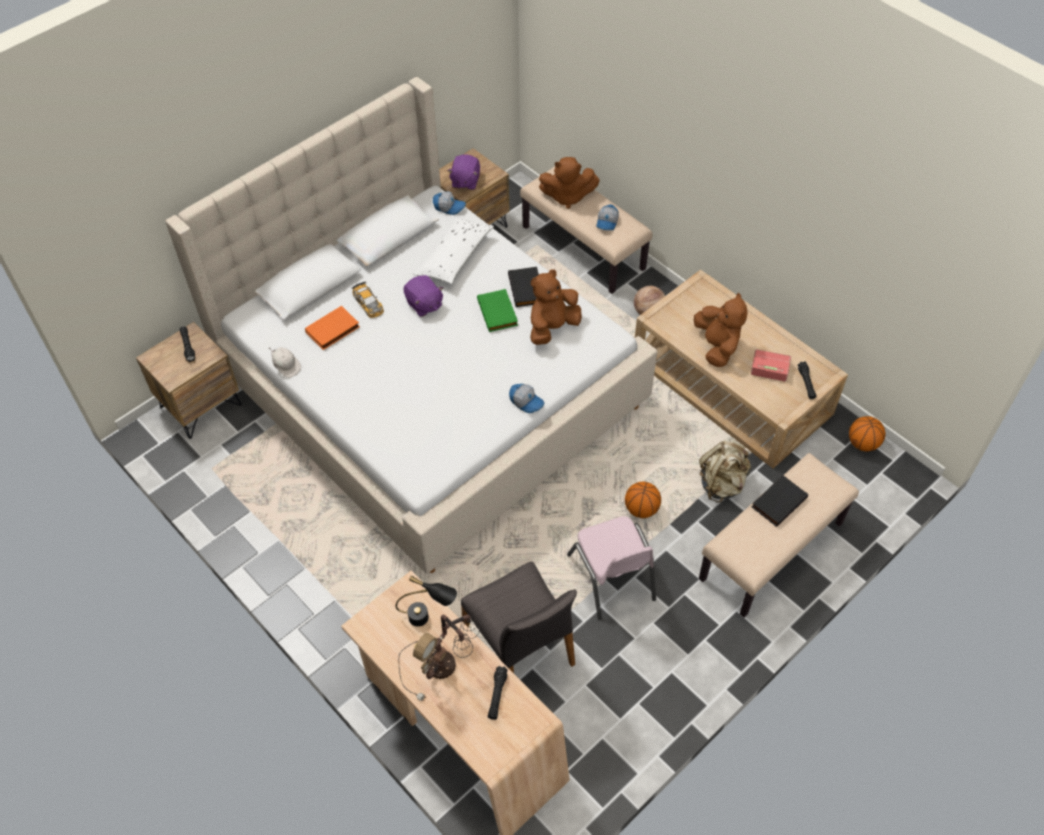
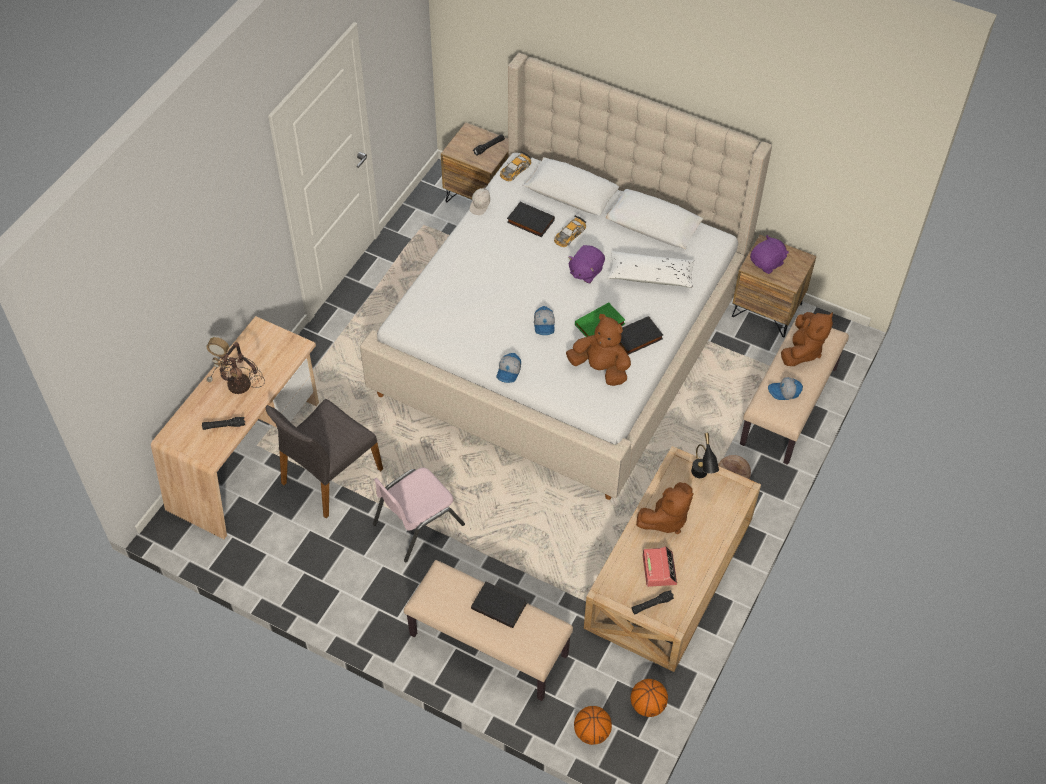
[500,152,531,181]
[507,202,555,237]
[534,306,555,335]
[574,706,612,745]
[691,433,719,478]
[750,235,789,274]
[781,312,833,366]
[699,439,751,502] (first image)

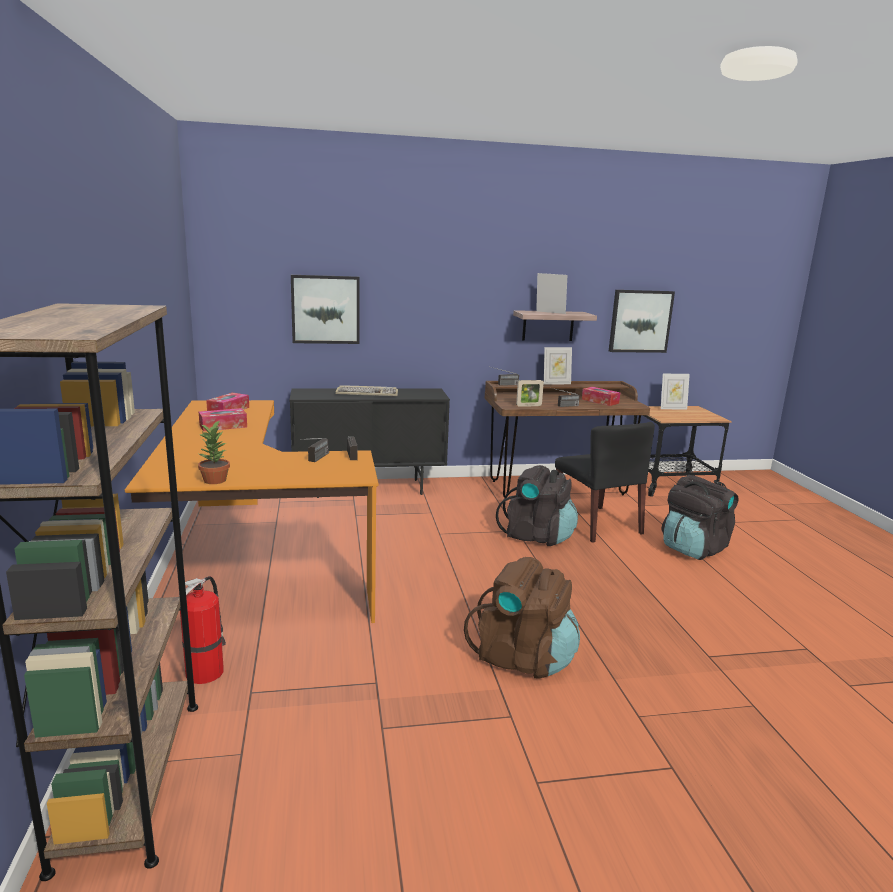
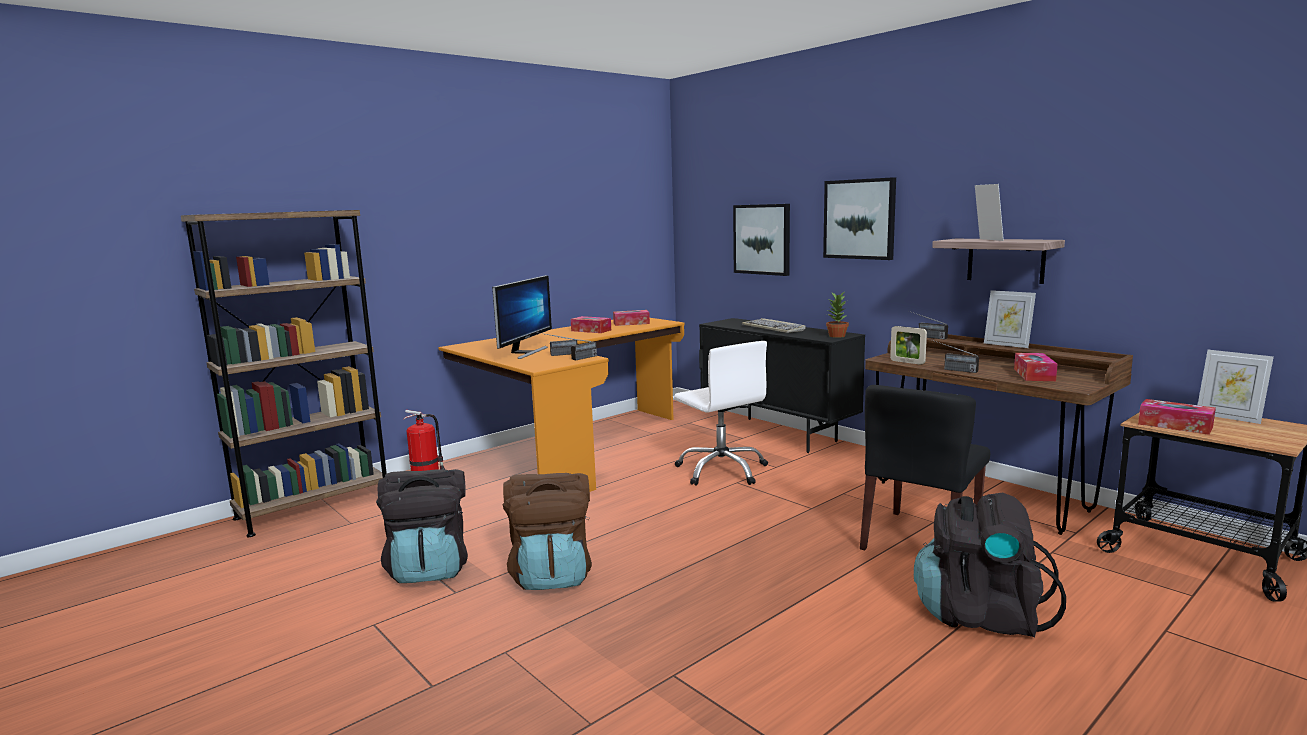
[376,469,468,583]
[492,275,552,359]
[674,341,768,485]
[823,177,896,260]
[826,292,849,338]
[1138,399,1216,435]

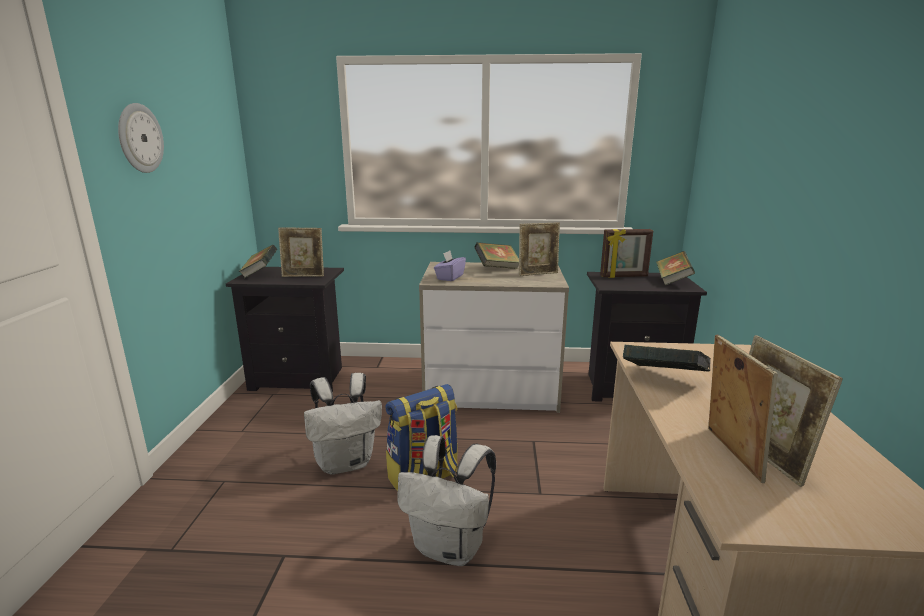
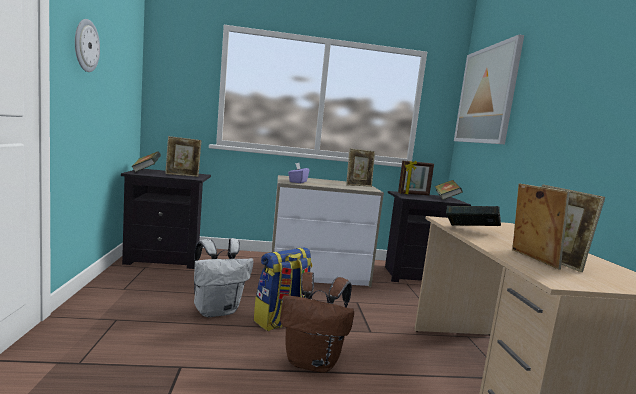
[280,272,354,373]
[454,35,524,144]
[474,242,519,269] (first image)

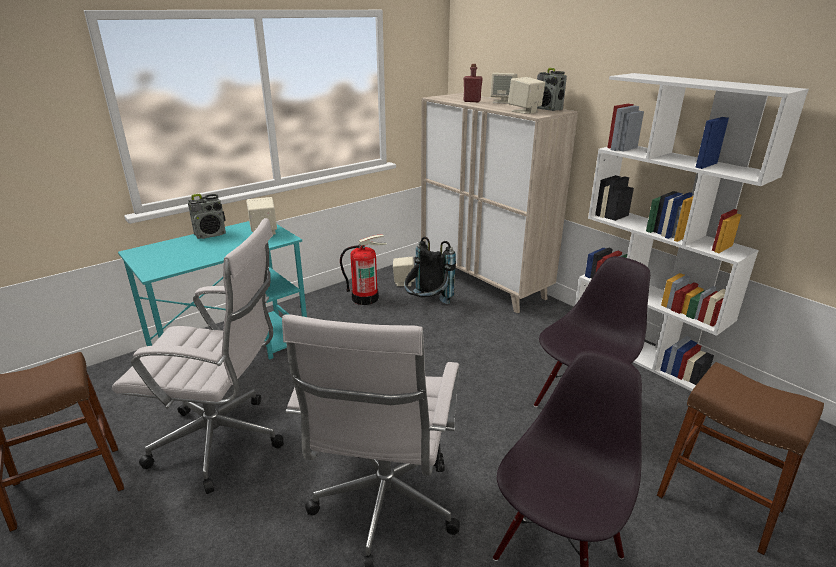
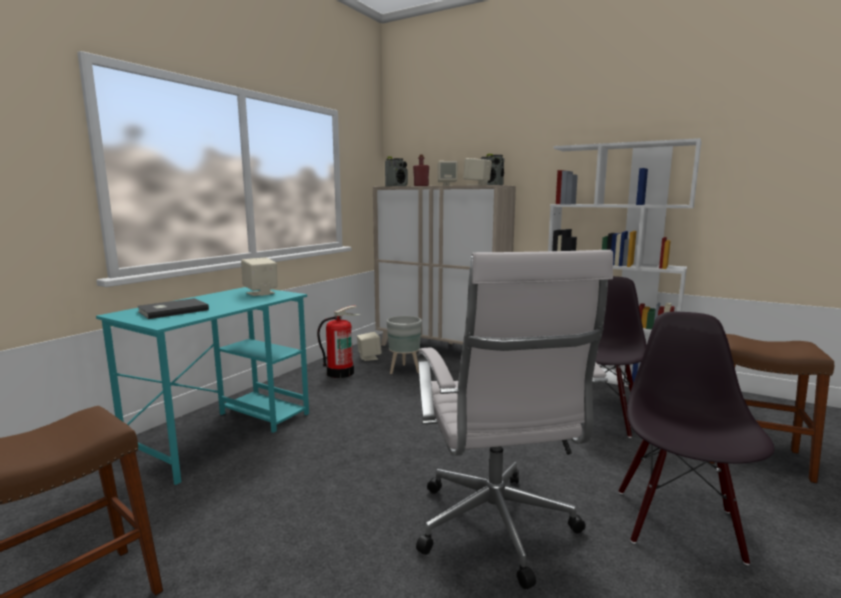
[137,298,209,319]
[385,156,408,186]
[387,316,422,374]
[112,218,284,494] (first image)

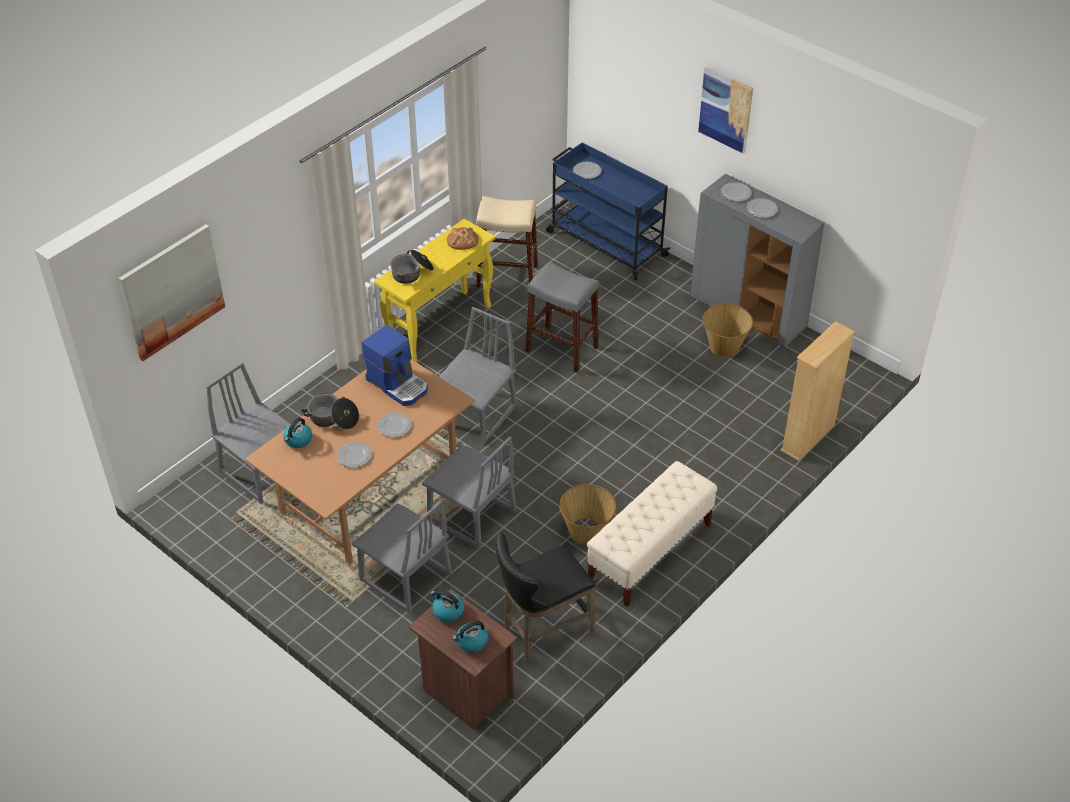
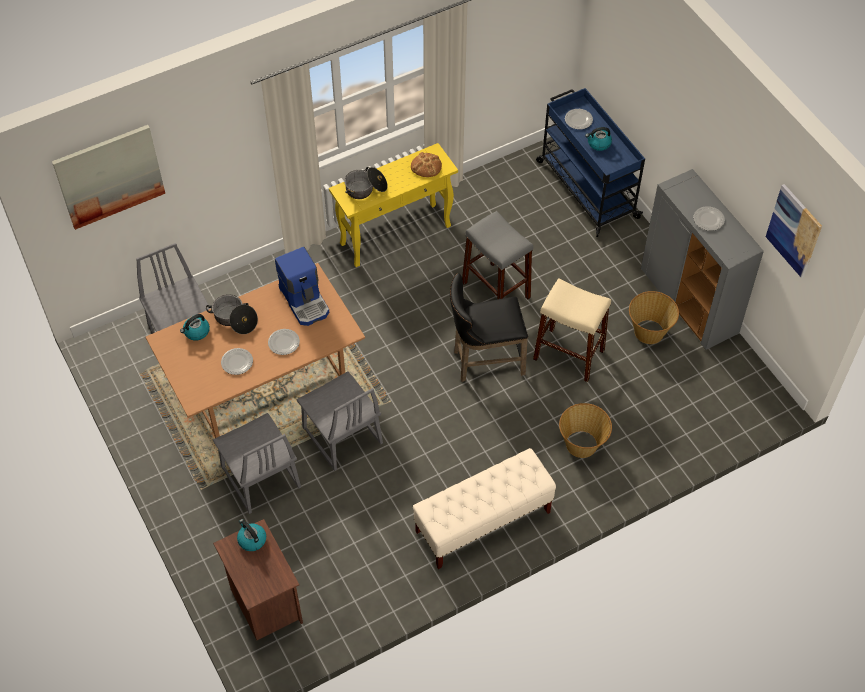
[450,273,528,382]
[533,278,611,382]
[559,403,612,458]
[585,127,612,151]
[766,184,822,278]
[439,307,517,444] (first image)
[721,182,752,201] (first image)
[780,321,855,461] (first image)

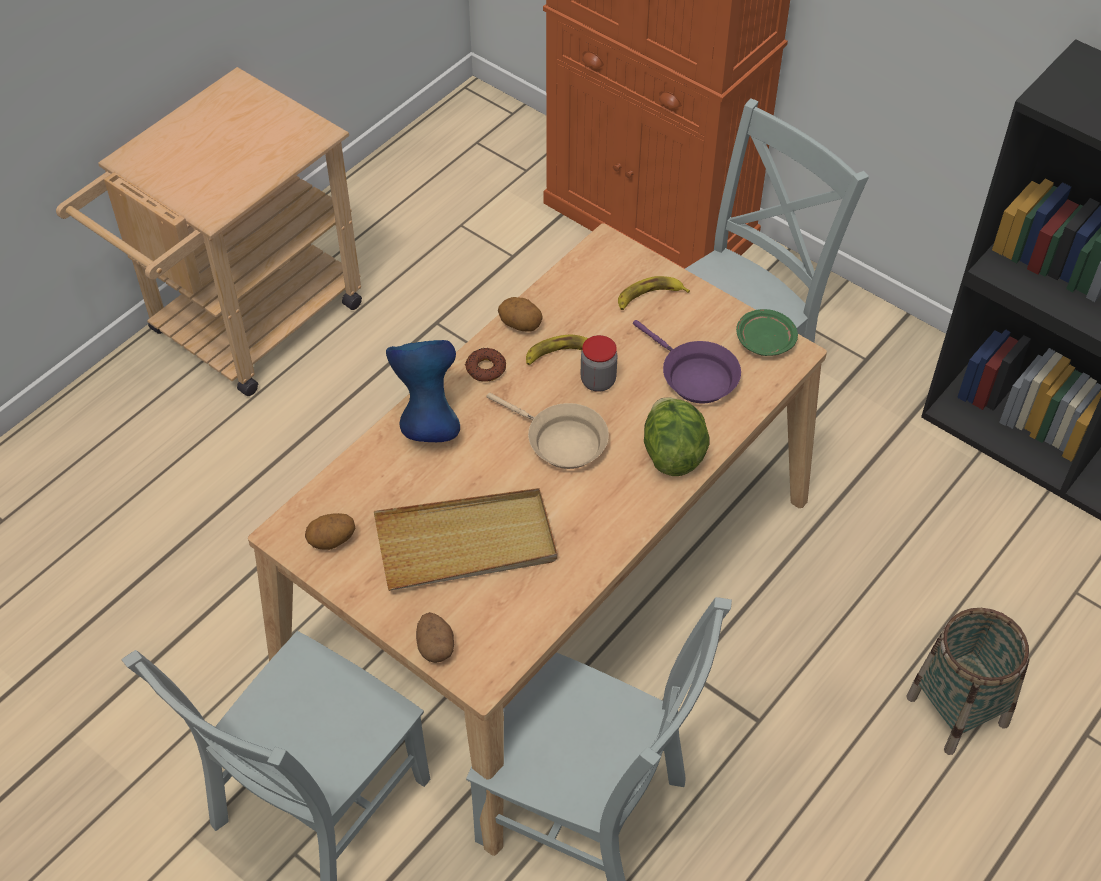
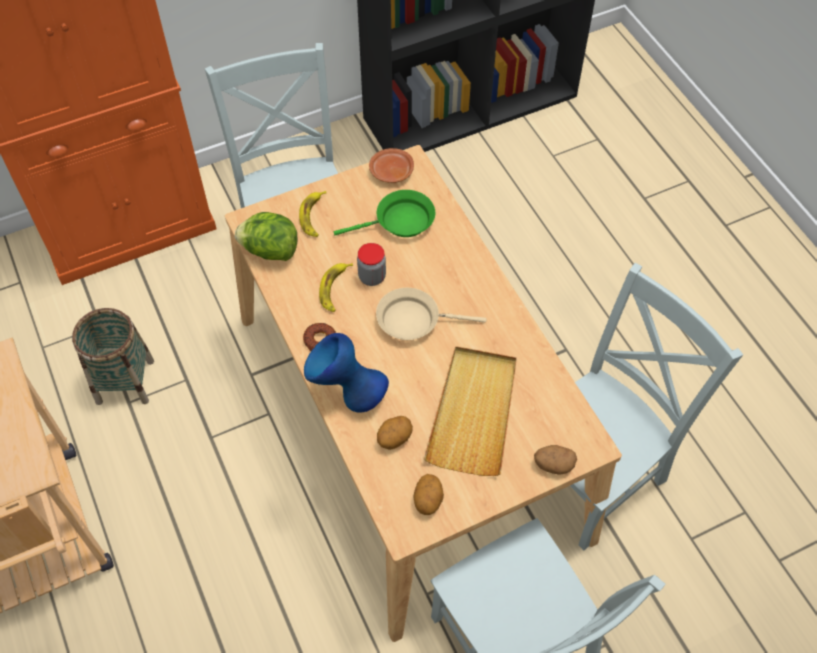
[72,308,154,405]
[235,212,297,261]
[334,190,435,237]
[369,148,414,183]
[376,288,486,340]
[377,416,413,450]

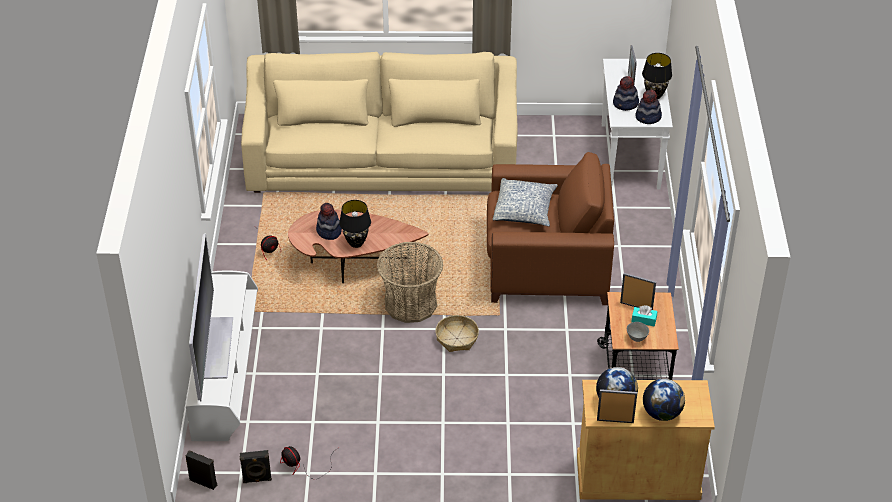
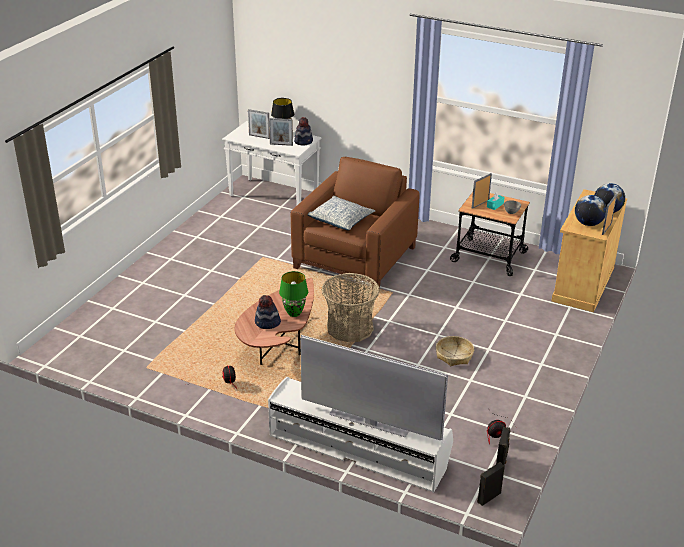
[269,118,293,146]
[279,271,308,317]
[436,336,474,366]
[241,52,518,193] (first image)

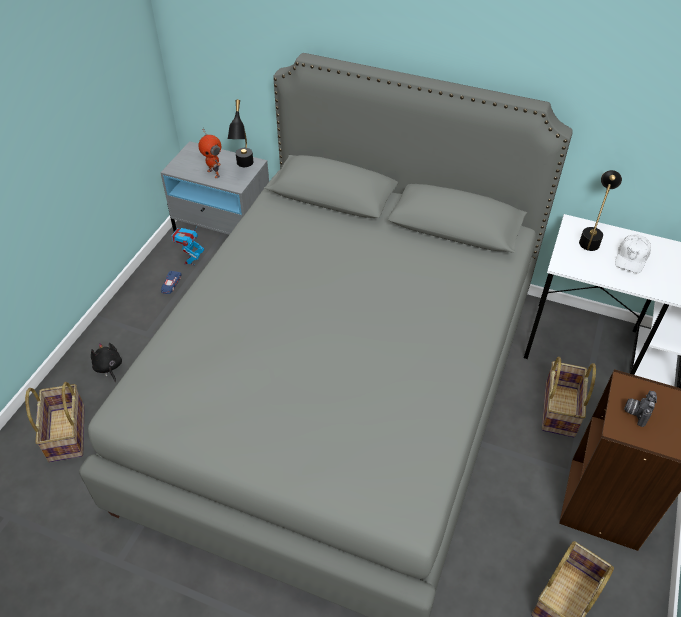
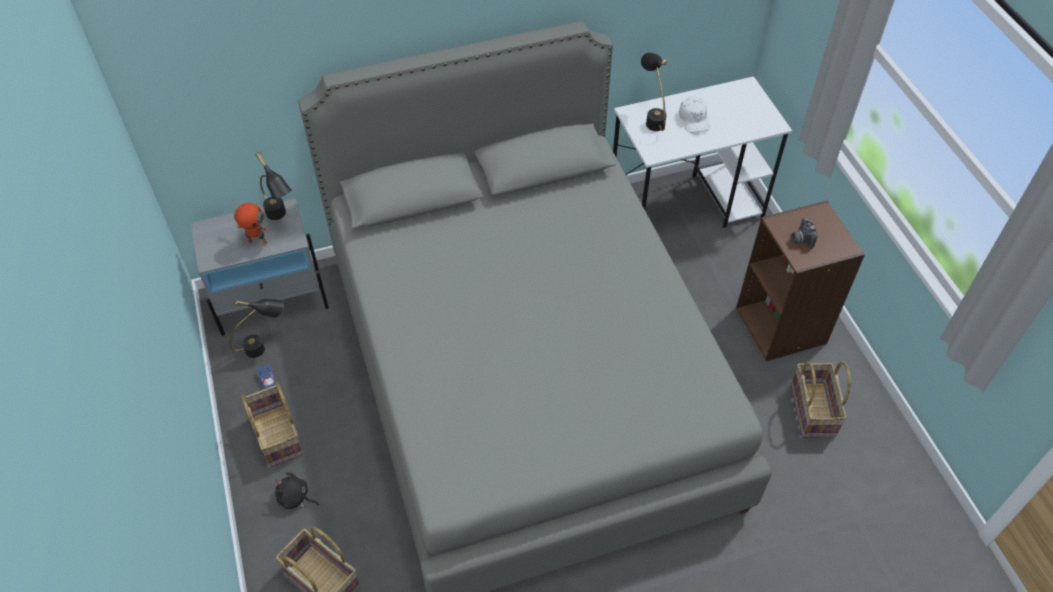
[229,299,284,358]
[241,382,303,467]

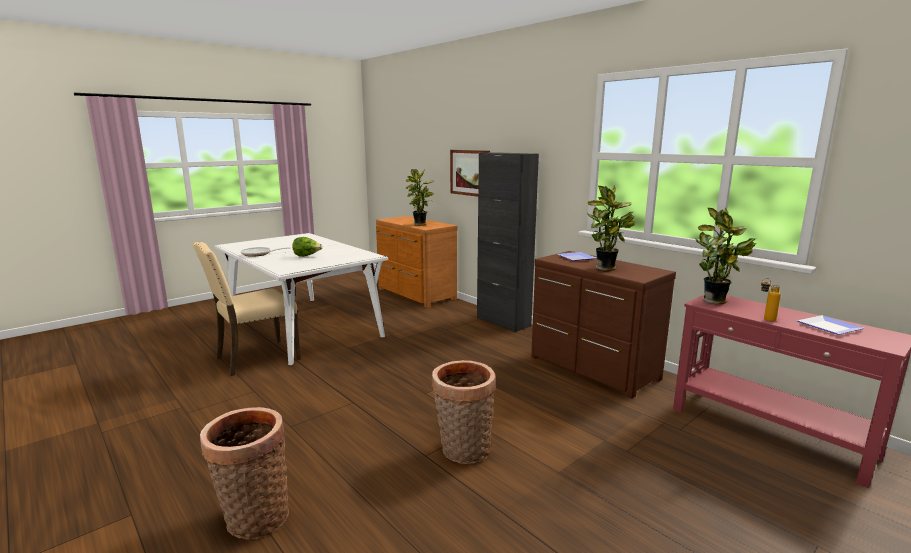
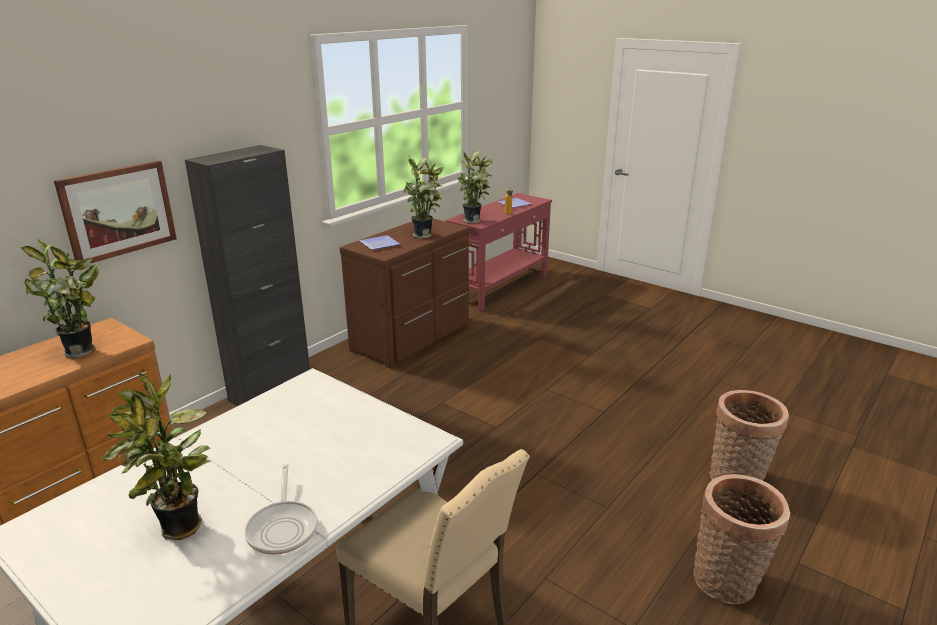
[101,372,211,540]
[694,474,790,604]
[292,237,322,257] (first image)

